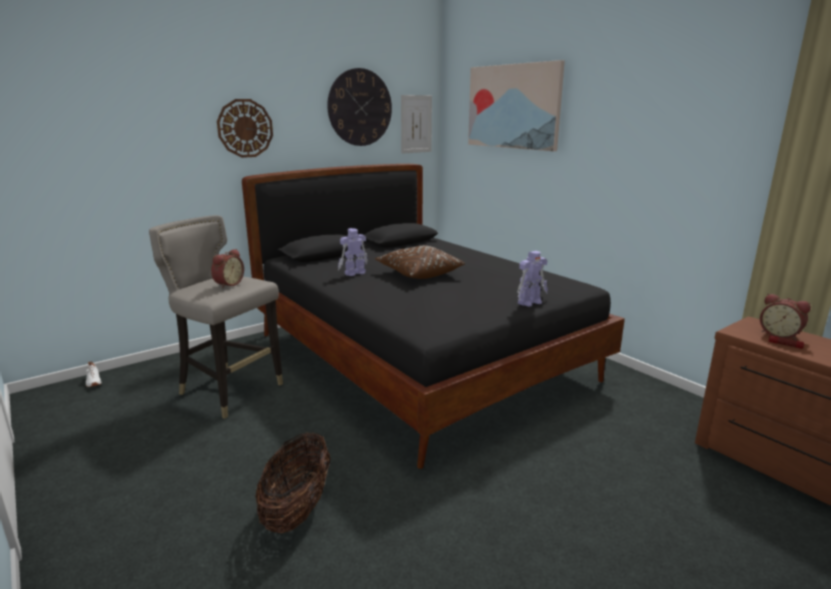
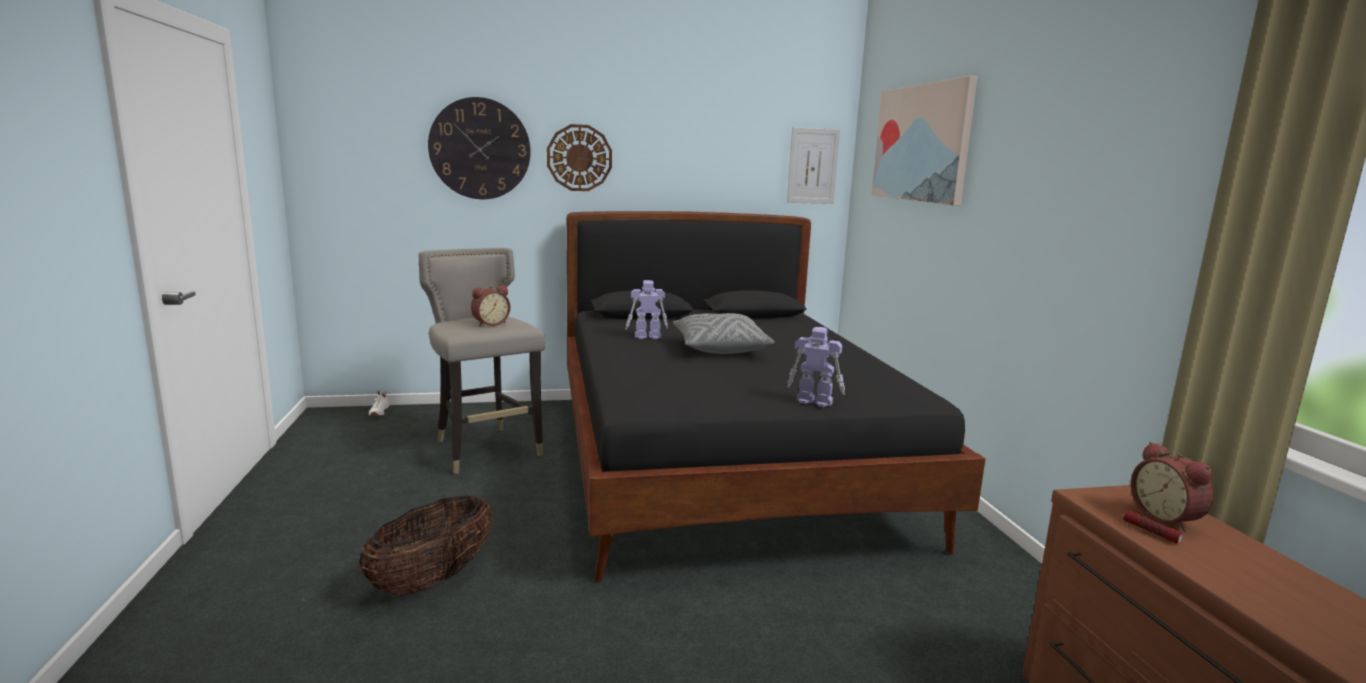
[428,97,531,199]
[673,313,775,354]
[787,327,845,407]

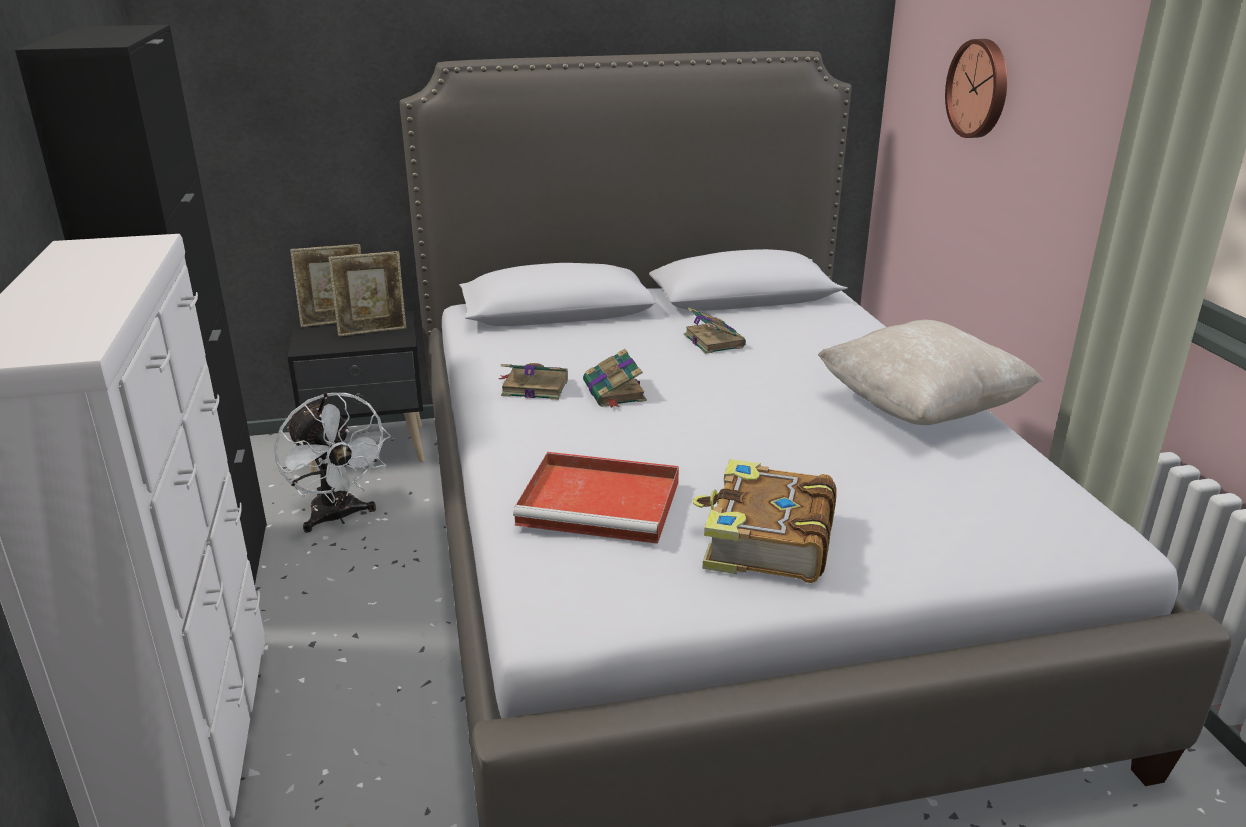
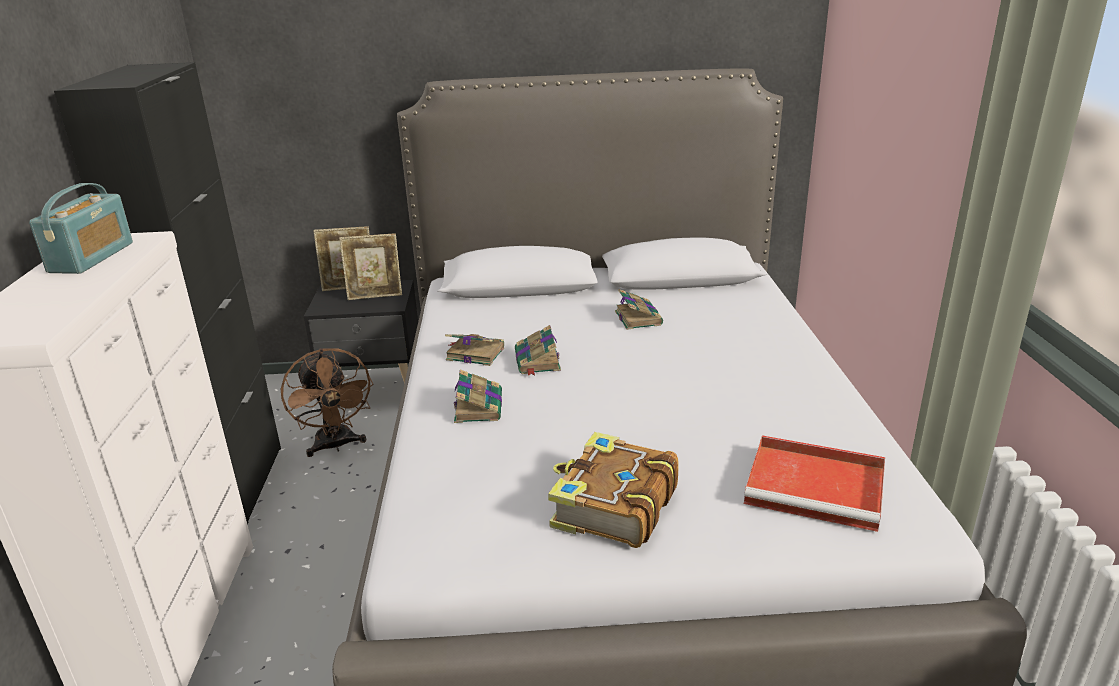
[29,183,133,274]
[281,348,373,457]
[454,369,502,423]
[744,435,885,532]
[818,320,1043,425] (first image)
[945,39,1007,138] (first image)

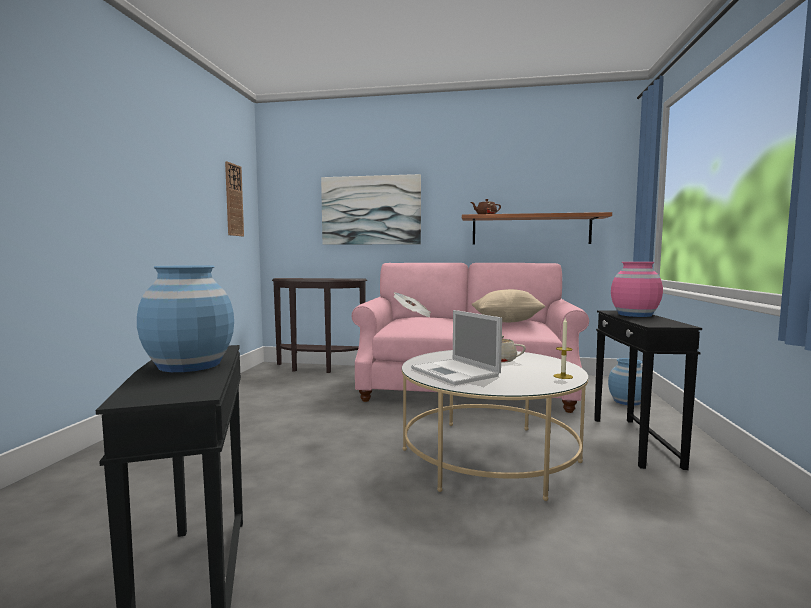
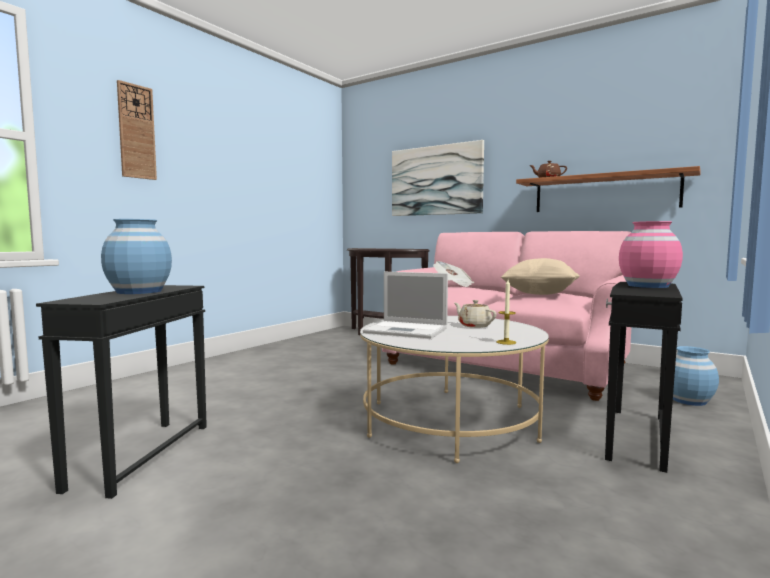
[117,80,157,180]
[363,272,448,338]

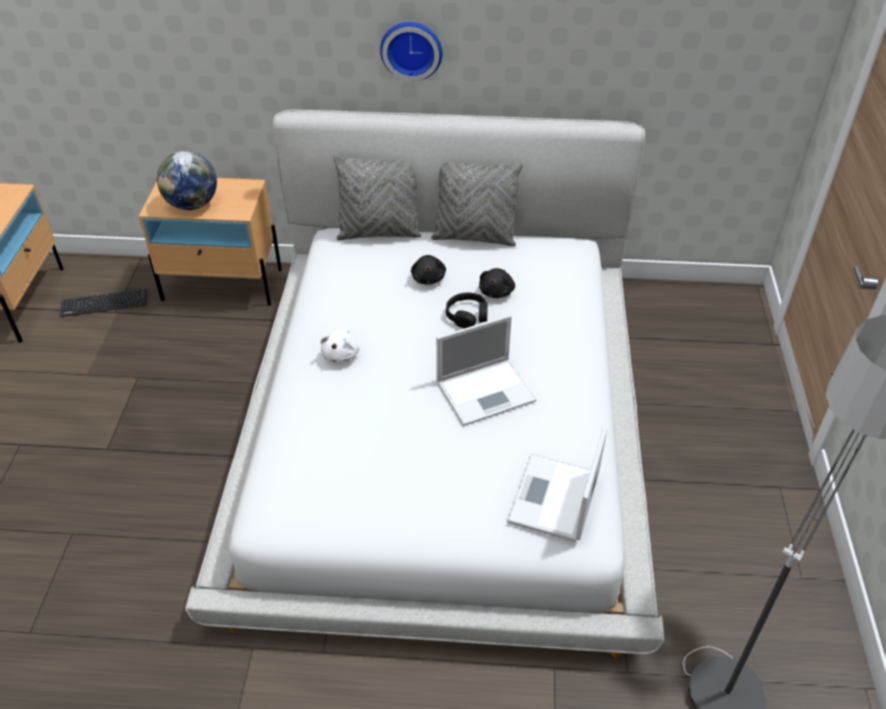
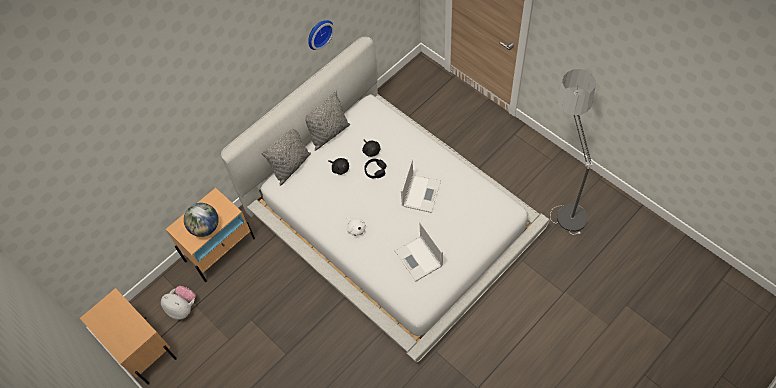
[161,286,196,319]
[308,20,334,50]
[395,222,443,281]

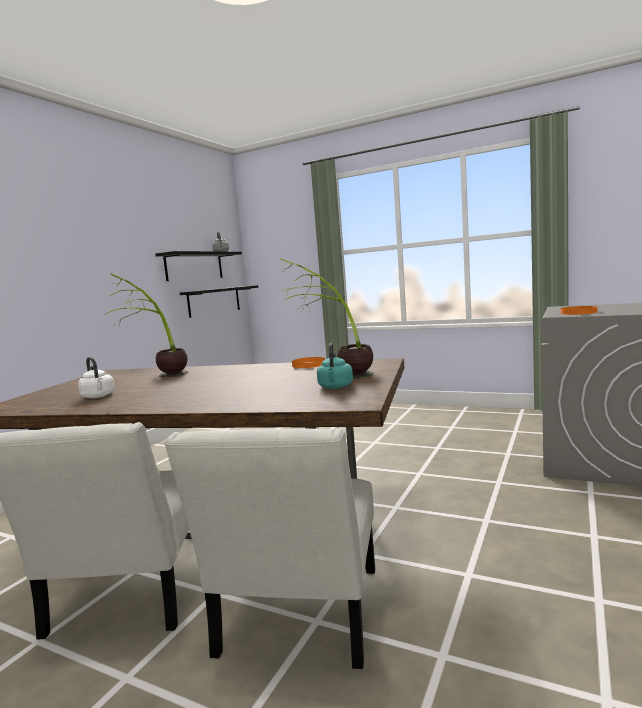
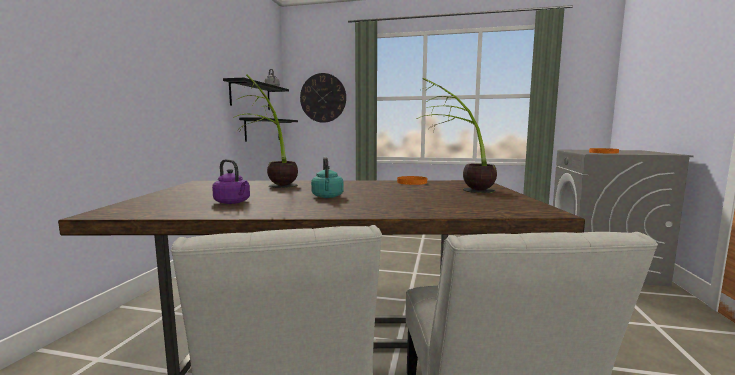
[212,159,250,204]
[300,73,346,123]
[311,157,344,198]

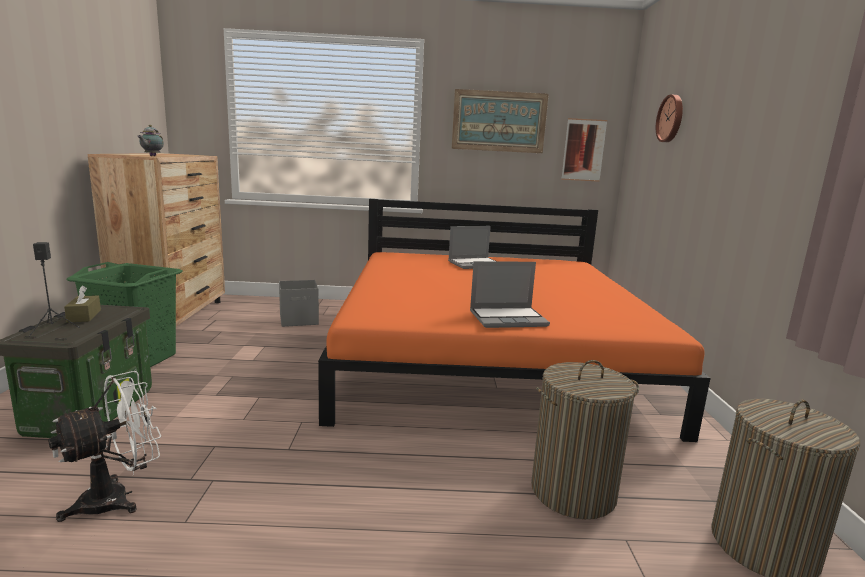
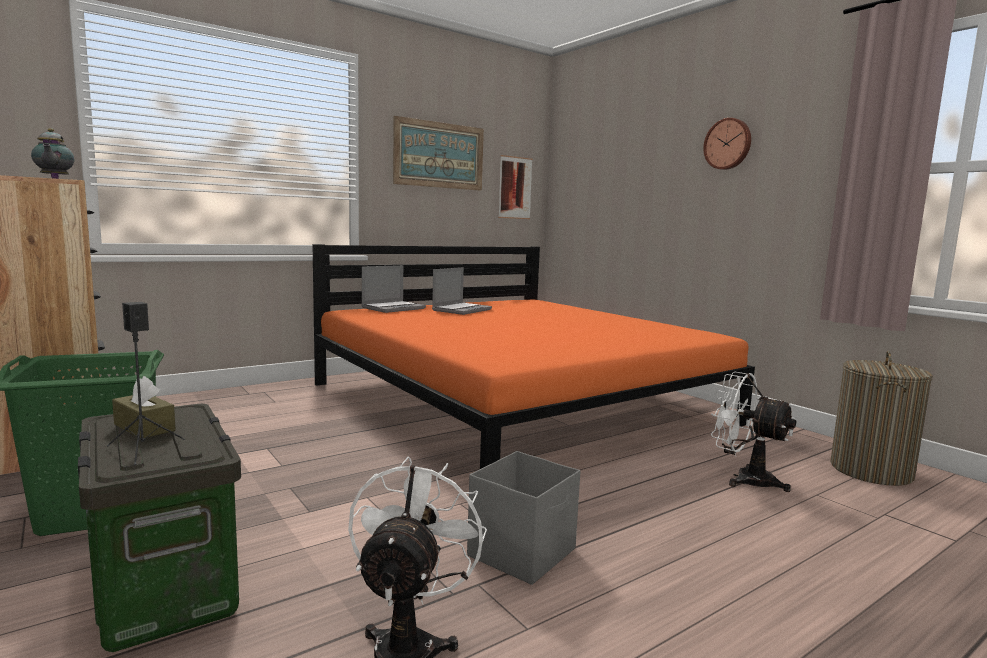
[361,265,426,313]
[467,451,580,585]
[703,118,751,170]
[711,372,796,492]

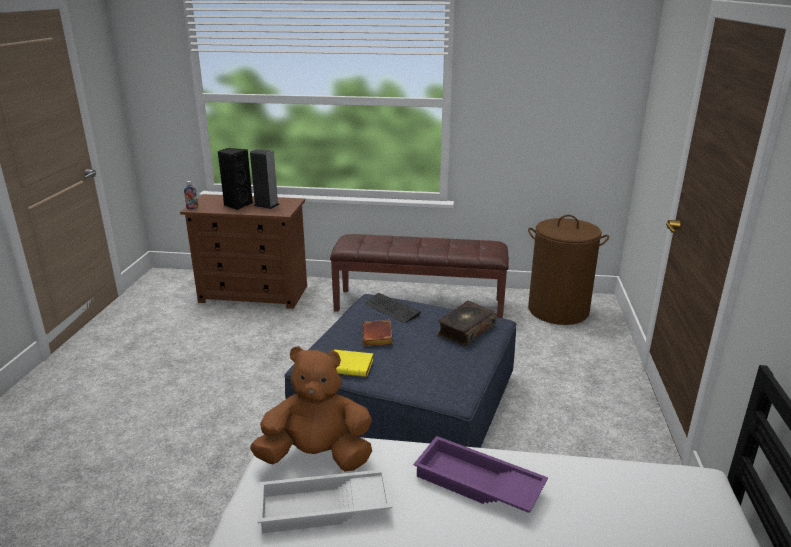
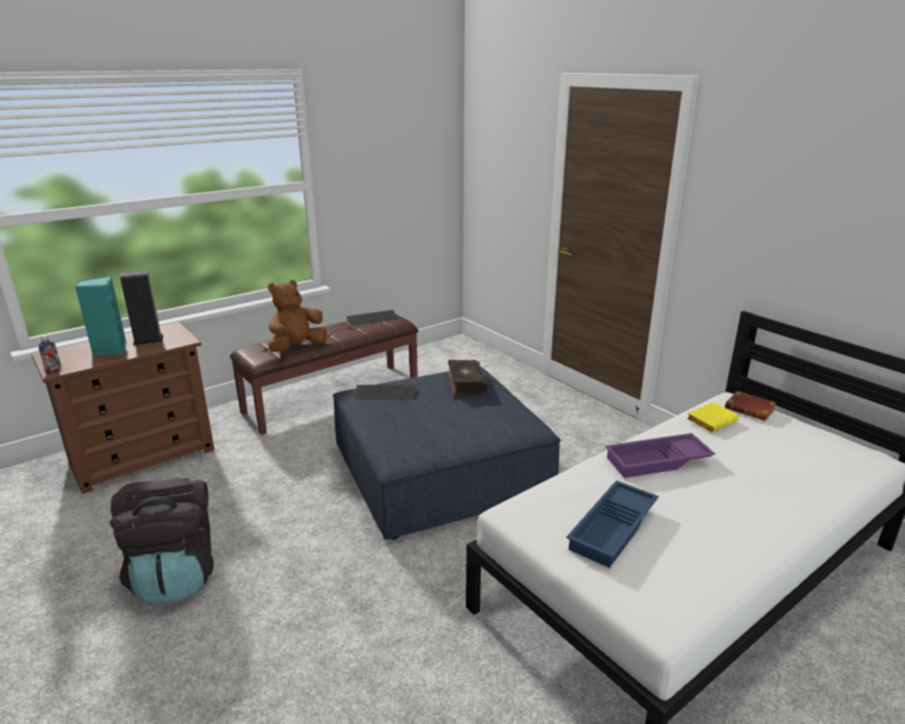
[75,276,127,356]
[110,478,214,604]
[268,280,327,352]
[346,310,398,326]
[566,480,659,568]
[687,402,739,433]
[725,391,777,421]
[528,215,609,325] (first image)

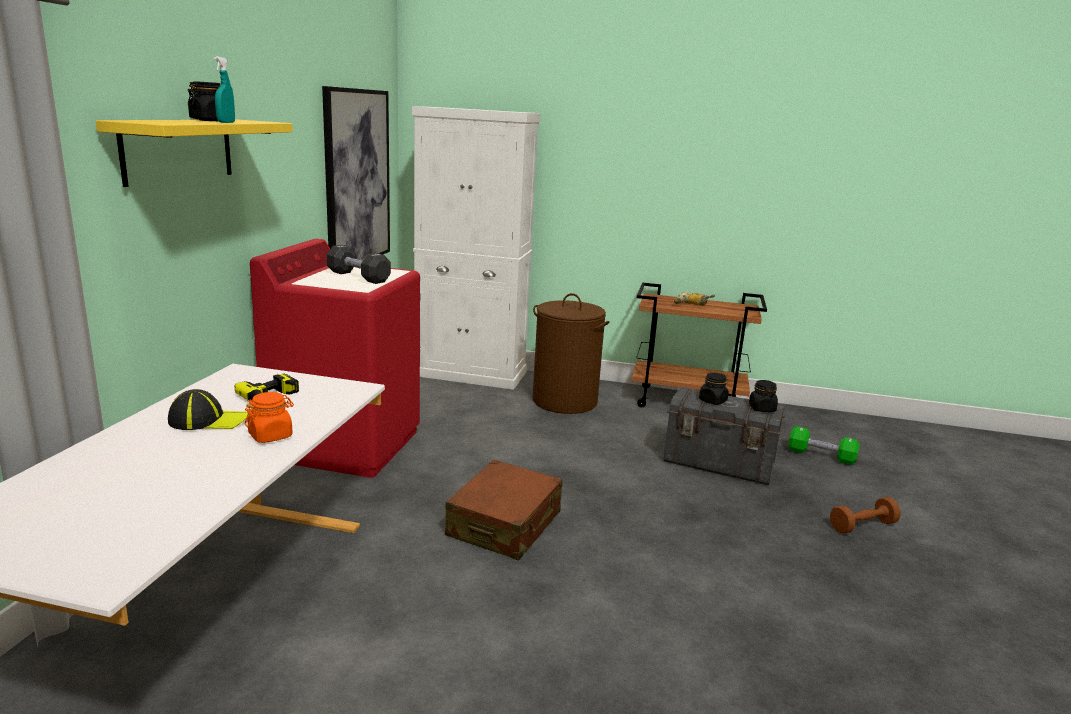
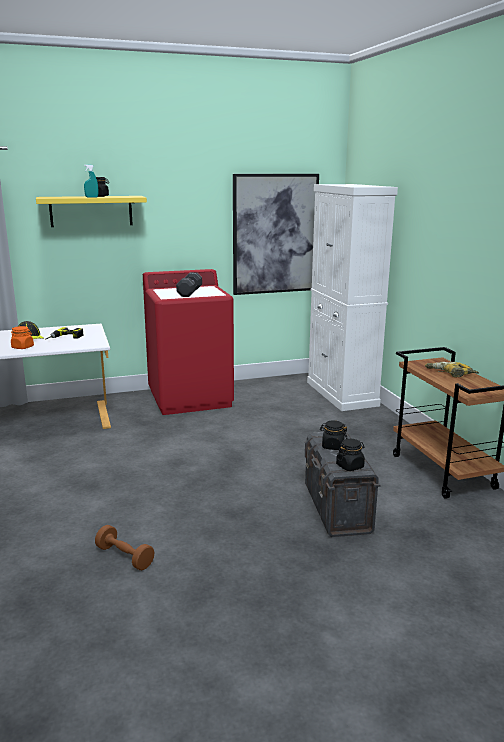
[95,525,154,570]
[445,460,563,560] (first image)
[533,293,609,414] (first image)
[788,426,860,465] (first image)

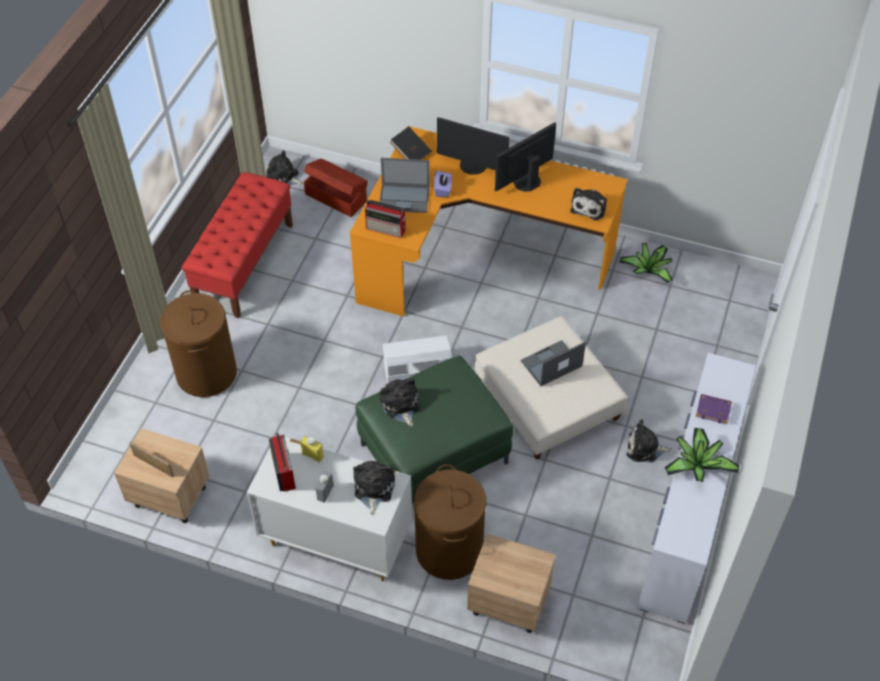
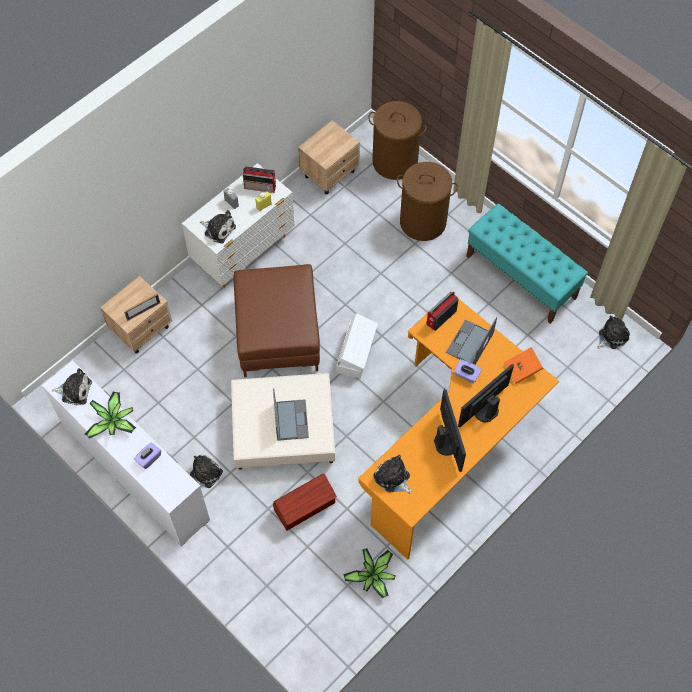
[52,368,92,405]
[124,294,160,321]
[134,442,161,469]
[233,264,320,377]
[273,474,337,530]
[368,101,426,180]
[466,203,588,324]
[504,347,544,384]

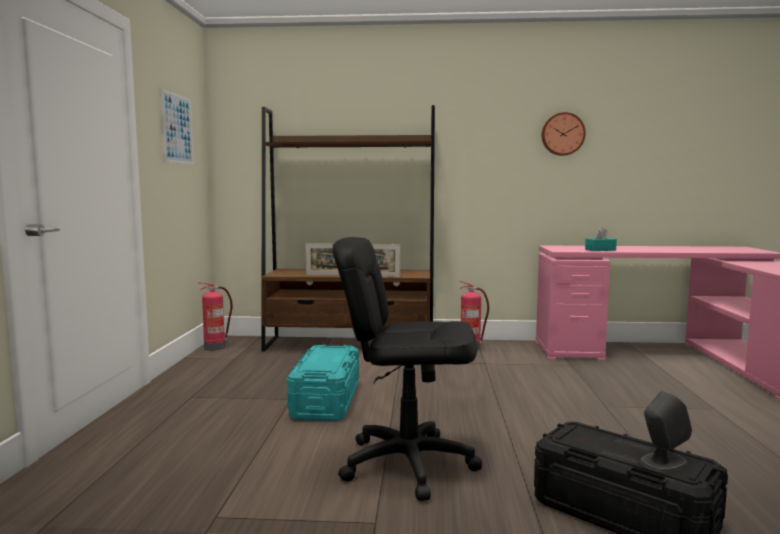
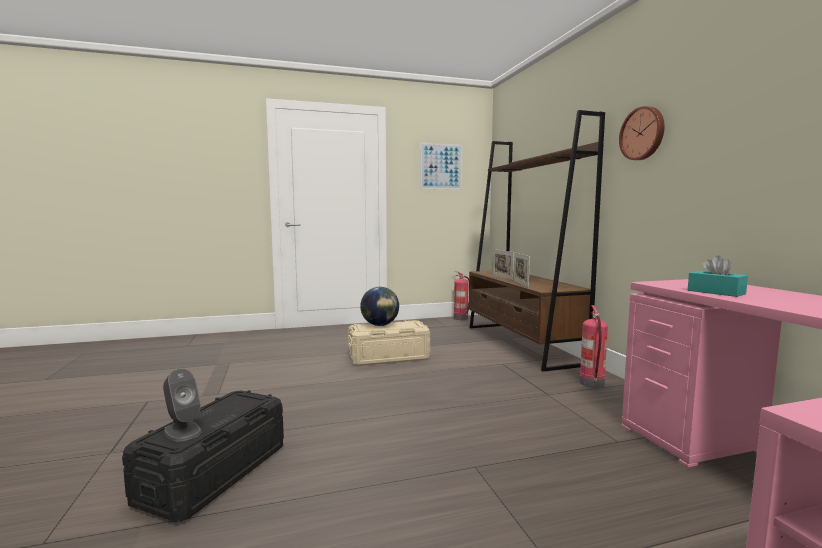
[348,320,430,366]
[360,287,399,326]
[619,106,665,160]
[333,237,482,501] (first image)

